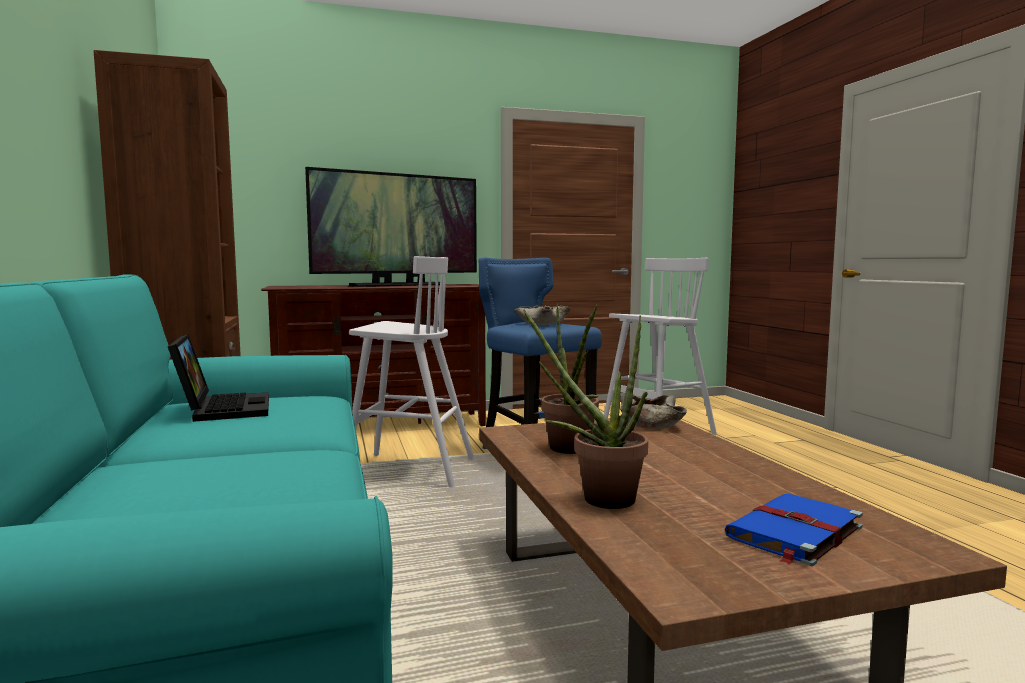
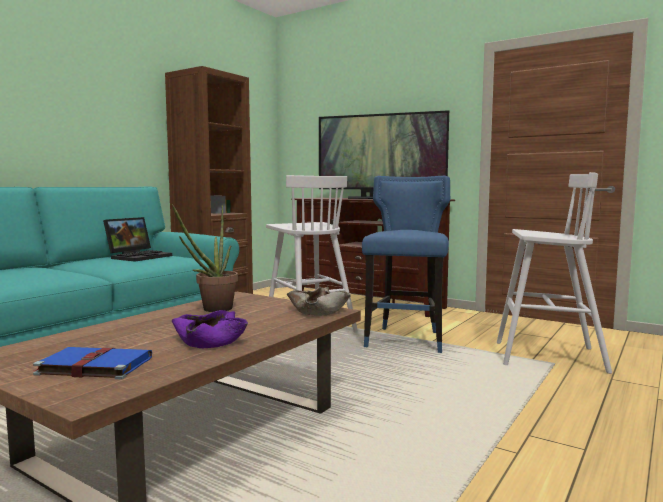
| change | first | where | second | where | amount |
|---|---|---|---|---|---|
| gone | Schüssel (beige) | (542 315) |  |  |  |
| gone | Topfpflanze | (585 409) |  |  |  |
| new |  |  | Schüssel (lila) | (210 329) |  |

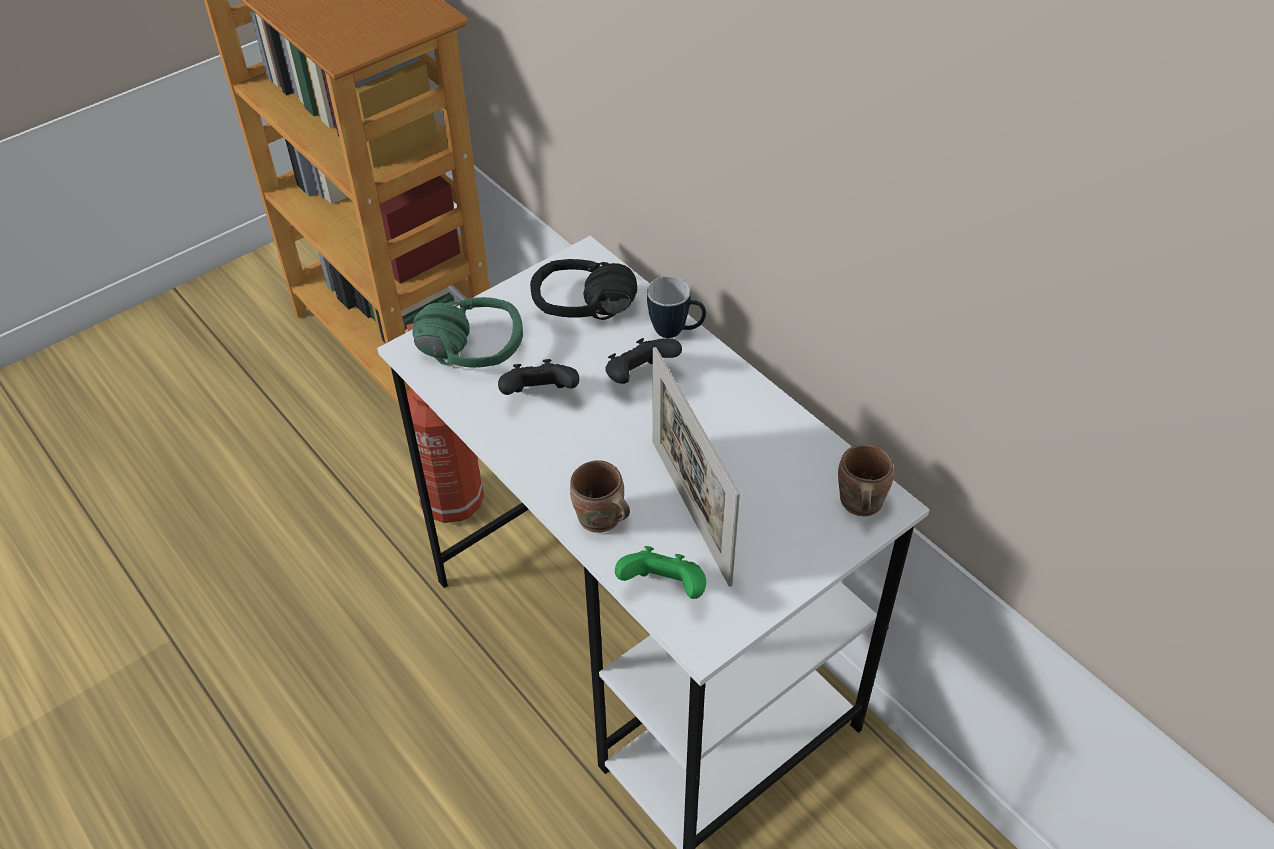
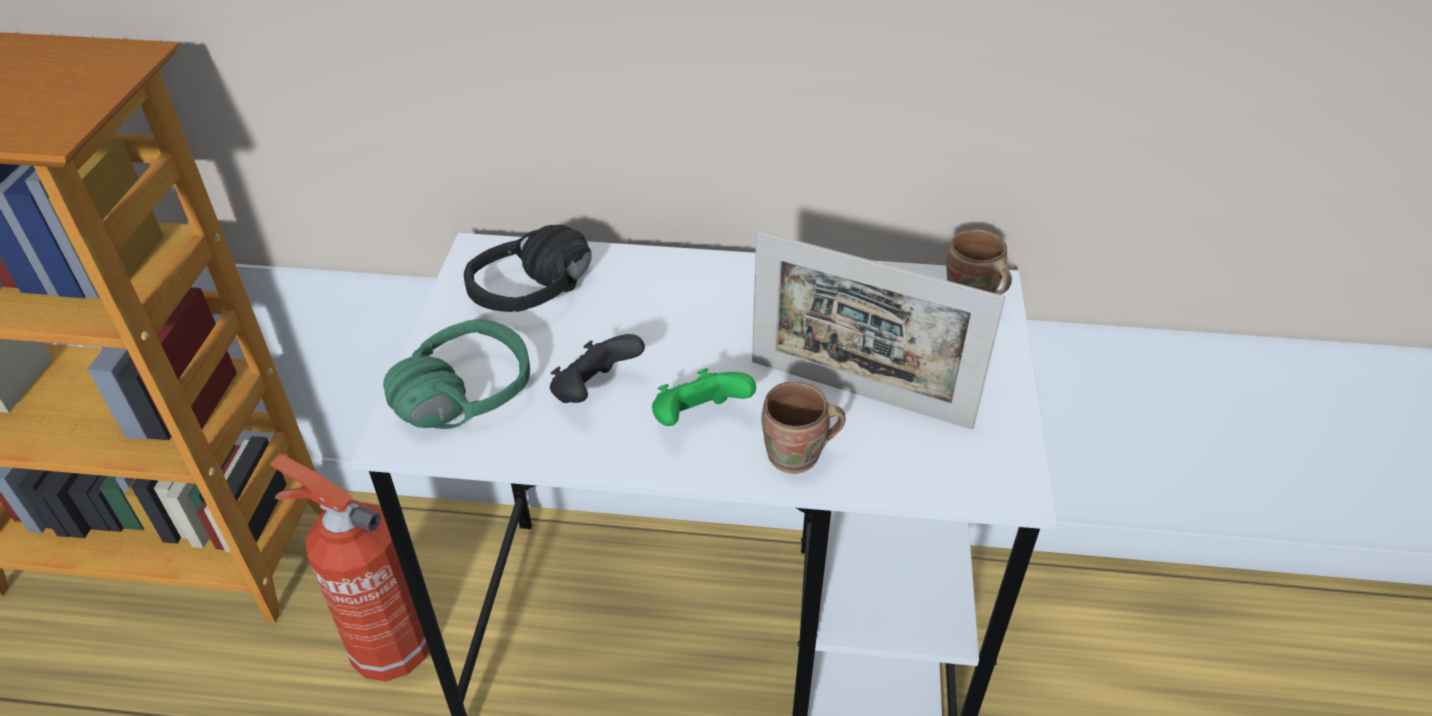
| change | first | where | second | where | amount |
|---|---|---|---|---|---|
| gone | Henkelbecher | (676 307) |  |  |  |
| gone | Gamepad (schwarz) | (643 361) |  |  |  |
| shifted | Gamepad (grün) | (660 572) |  | (704 397) |  |

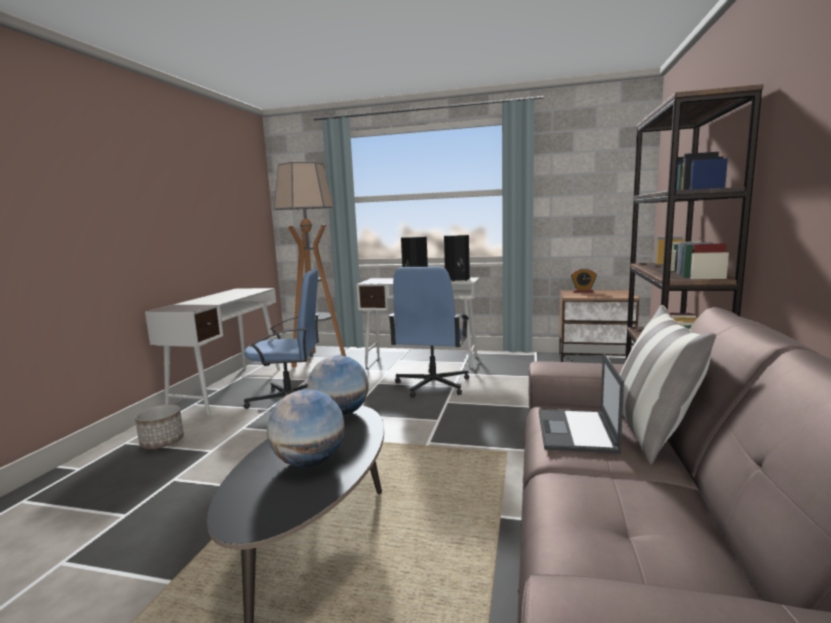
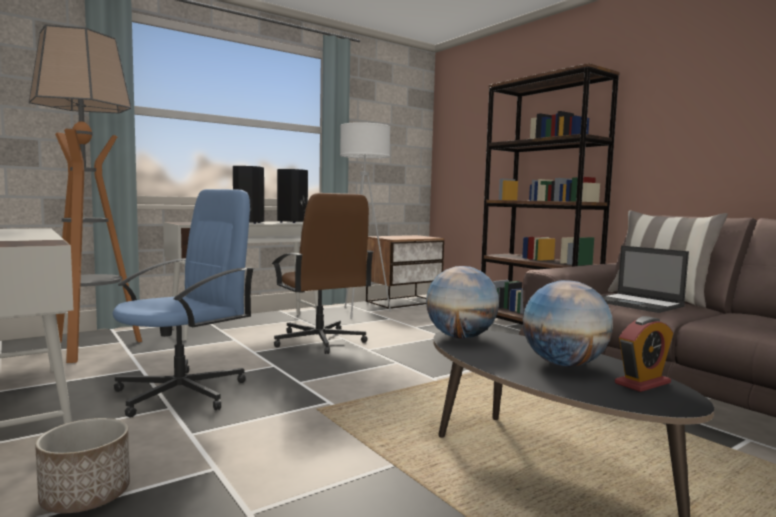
| change | first | where | second | where | amount |
|---|---|---|---|---|---|
| repainted | Bürostuhl (blau) | (429 332) | Bürostuhl (braun) | (322 273) |  |
| shifted | Wecker | (584 280) |  | (644 354) |  |
| new |  |  | Stehlampe (weiß) | (365 220) |  |

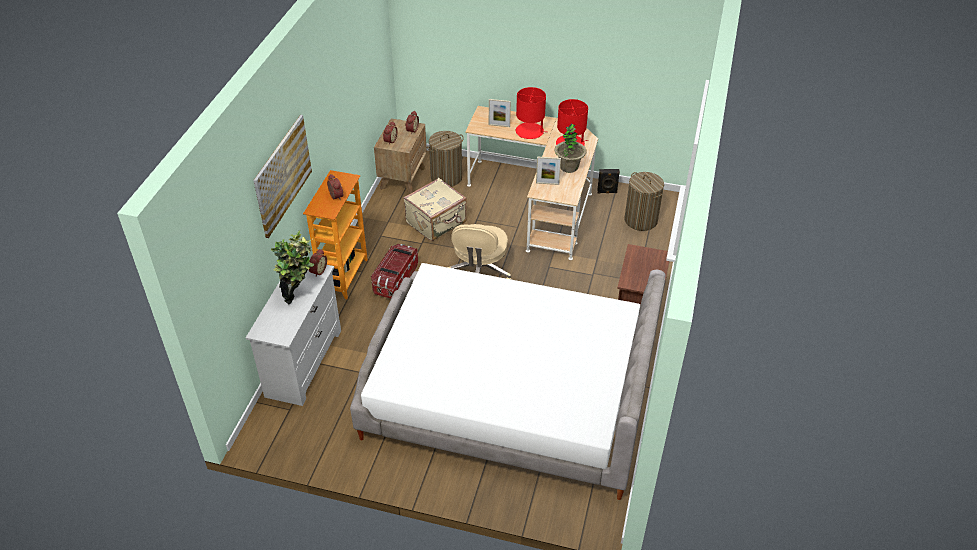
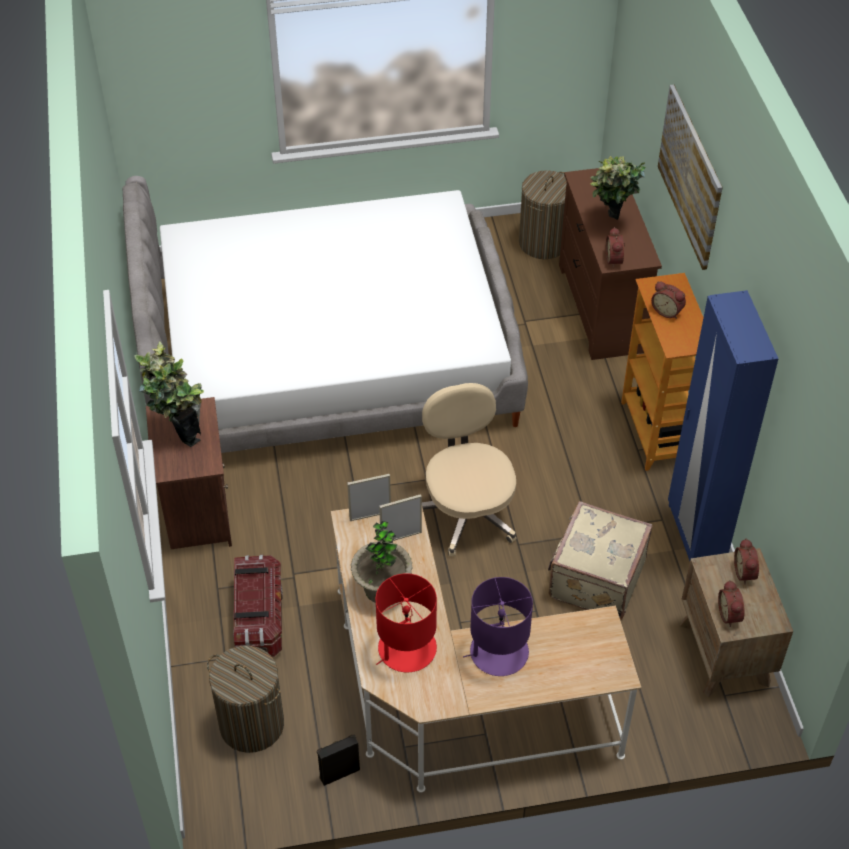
| change | first | where | second | where | amount |
|---|---|---|---|---|---|
| repainted | Tischlampe (rot) | (531 113) | Tischlampe (lila) | (498 626) |  |
| shifted | Bilderrahmen | (500 113) |  | (369 497) |  |
| shifted | Wäschekorb | (445 159) |  | (543 214) |  |
| shifted | Aufbewahrungsbox | (394 271) |  | (258 605) |  |
| repainted | Kommode (weiß) | (293 335) | Kommode (braun) | (610 264) |  |
| new |  |  | Kleiderschrank (blau) | (723 425) |  |
| new |  |  | Topfpflanze | (169 394) |  |

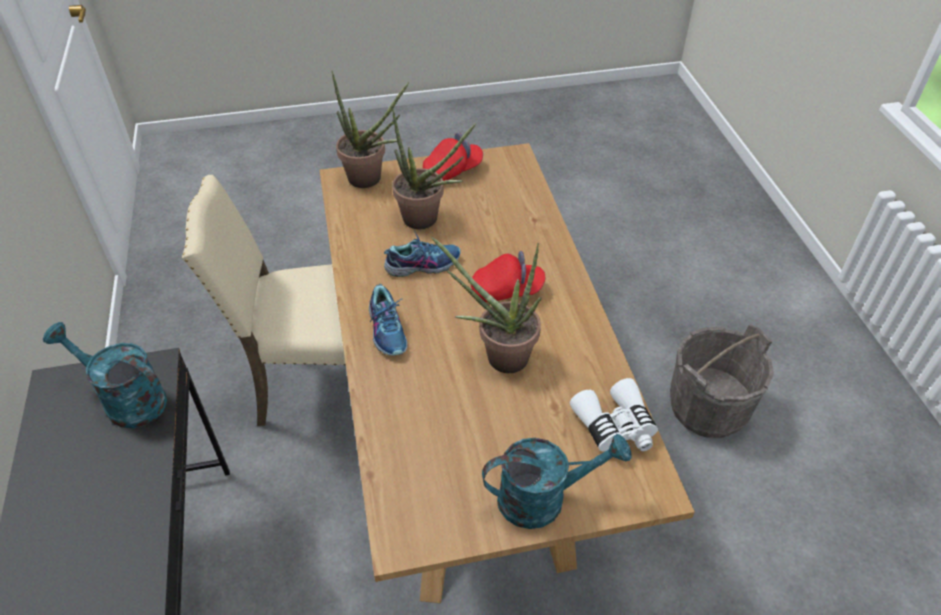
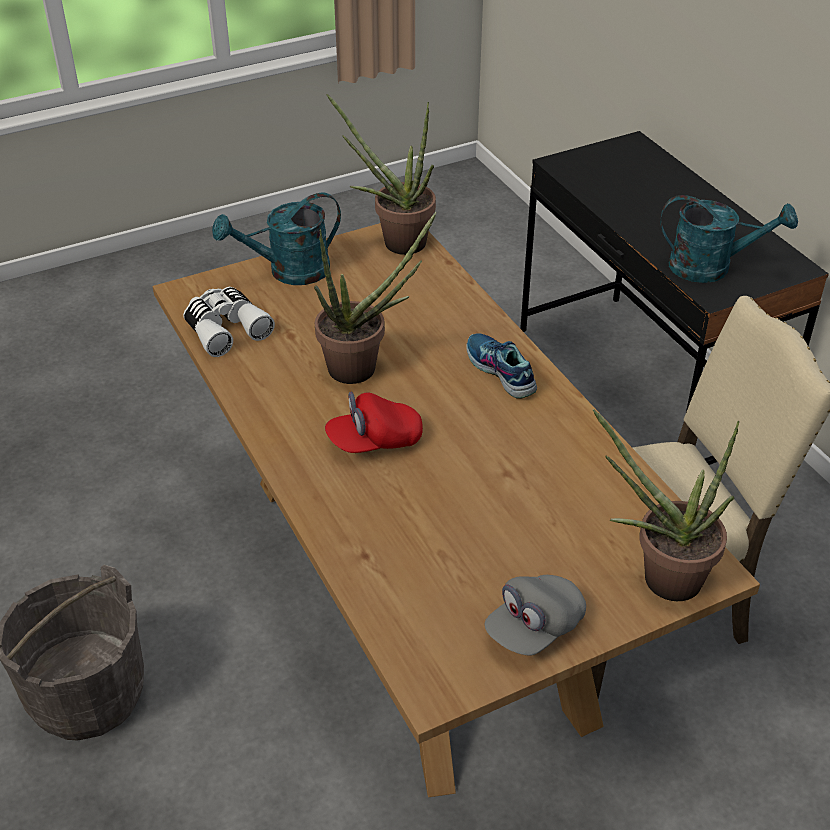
| change | first | where | second | where | amount |
|---|---|---|---|---|---|
| shifted | Topfpflanze | (434 169) |  | (381 174) |  |
| repainted | Kappe (rot) | (453 156) | Kappe (grau) | (535 615) |  |
| gone | Schuh | (422 253) |  |  |  |

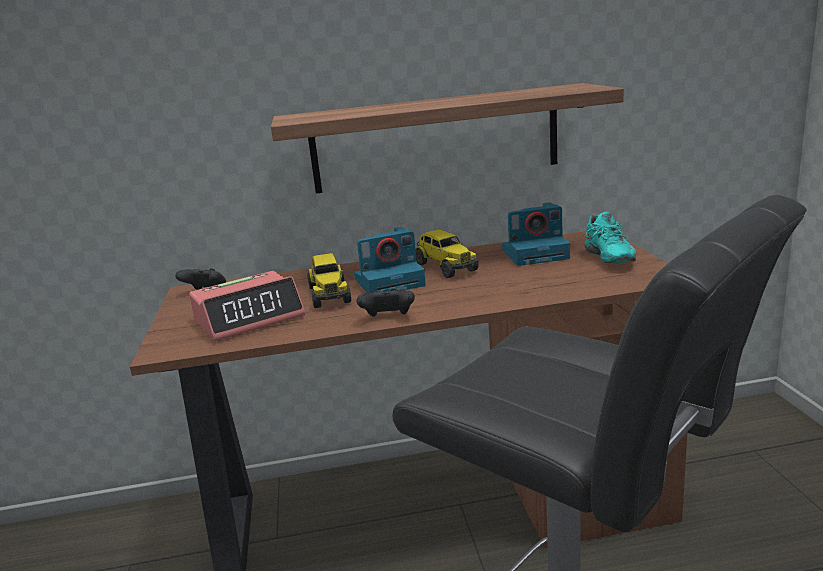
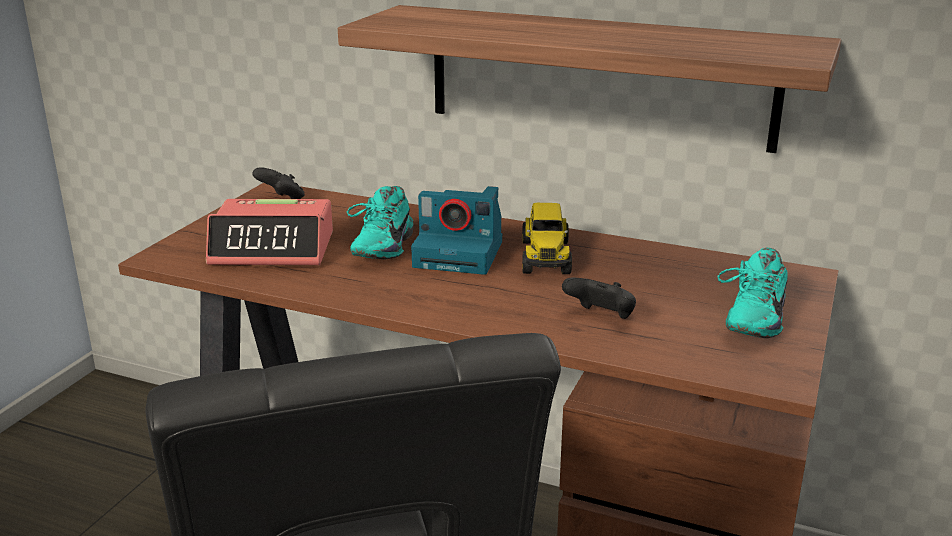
| change | first | where | second | where | amount |
|---|---|---|---|---|---|
| gone | Kamera | (535 234) |  |  |  |
| swapped | Spielzeuglaster | (329 280) | Schuh (türkis) | (380 223) |  |
| shifted | Gamepad (schwarz) | (386 302) |  | (599 298) |  |

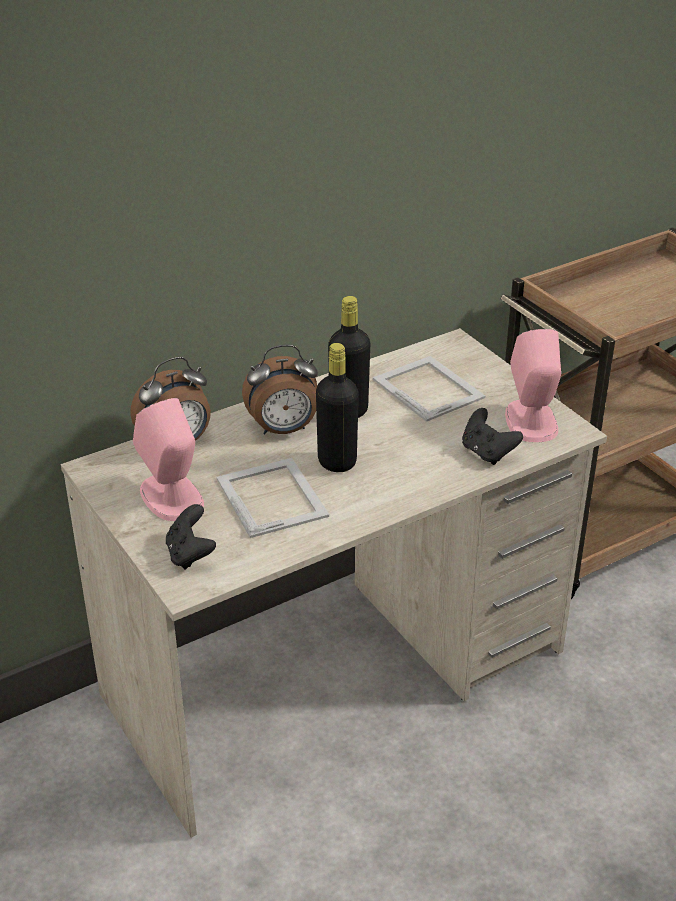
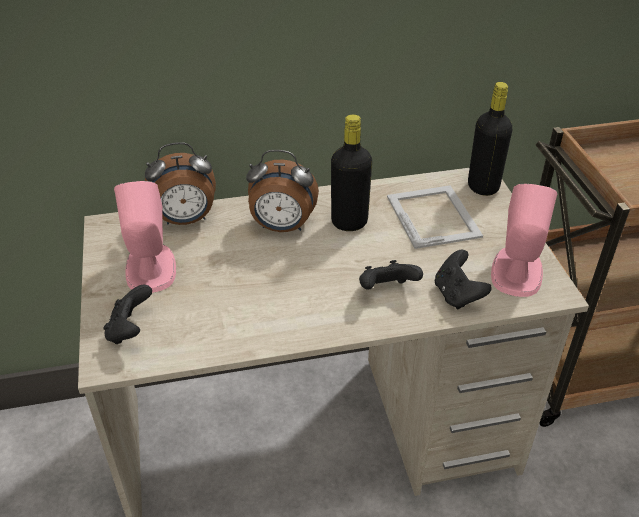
| change | first | where | second | where | amount |
|---|---|---|---|---|---|
| shifted | Flasche (schwarz) | (337 407) |  | (490 139) |  |
| gone | Bilderrahmen | (272 498) |  |  |  |
| new |  |  | Gamepad (schwarz) | (391 275) |  |

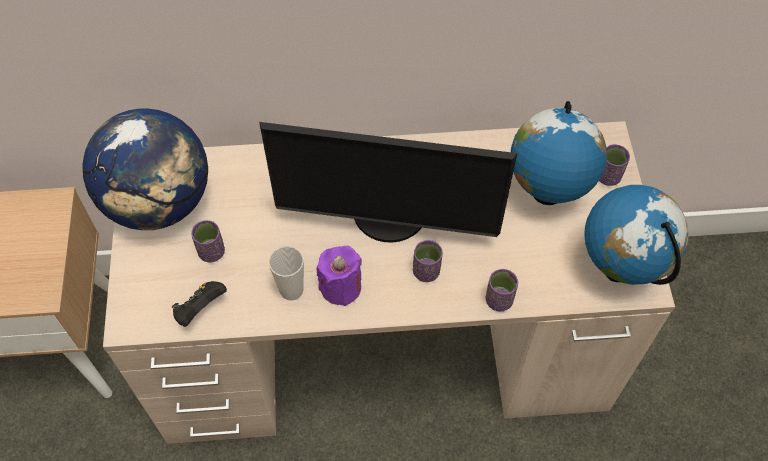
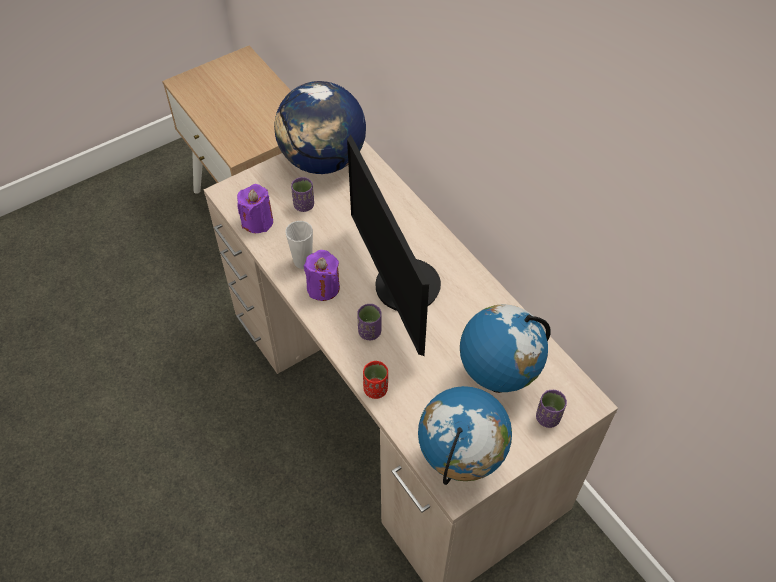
| change | first | where | second | where | amount |
|---|---|---|---|---|---|
| repainted | Tasse (lila) | (501 290) | Tasse (rot) | (375 380) |  |
| swapped | Gamepad (schwarz) | (199 304) | Kerze (lila) | (255 208) |  |

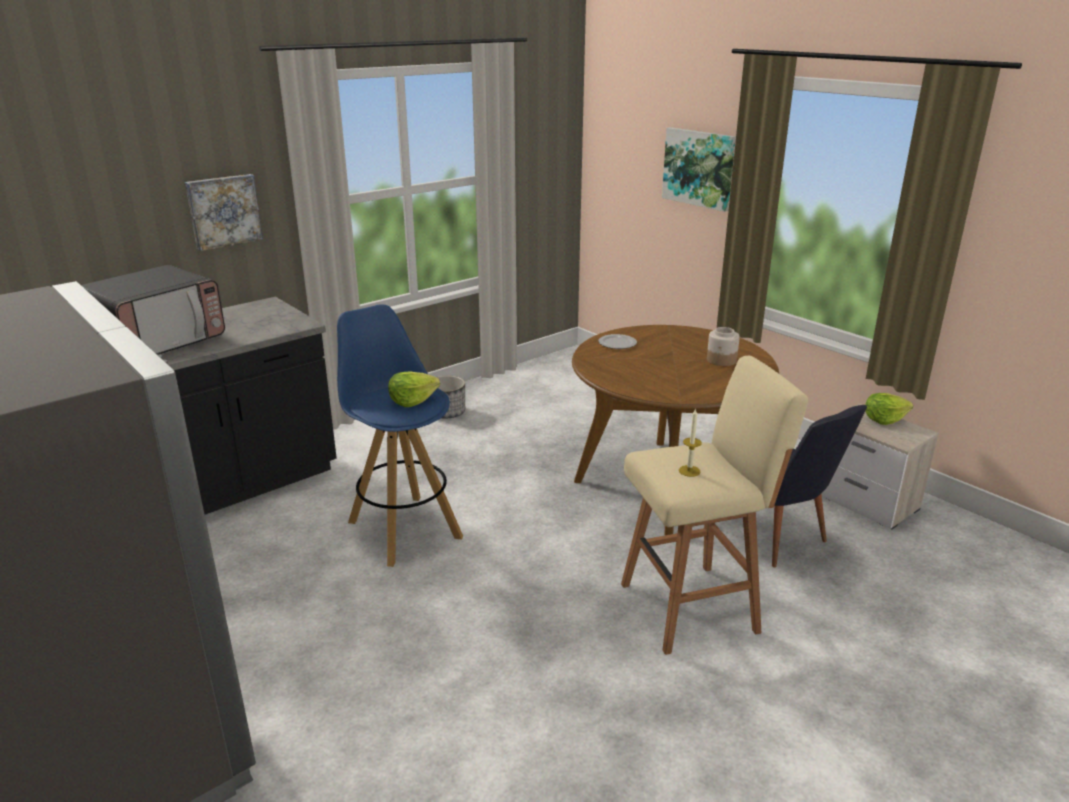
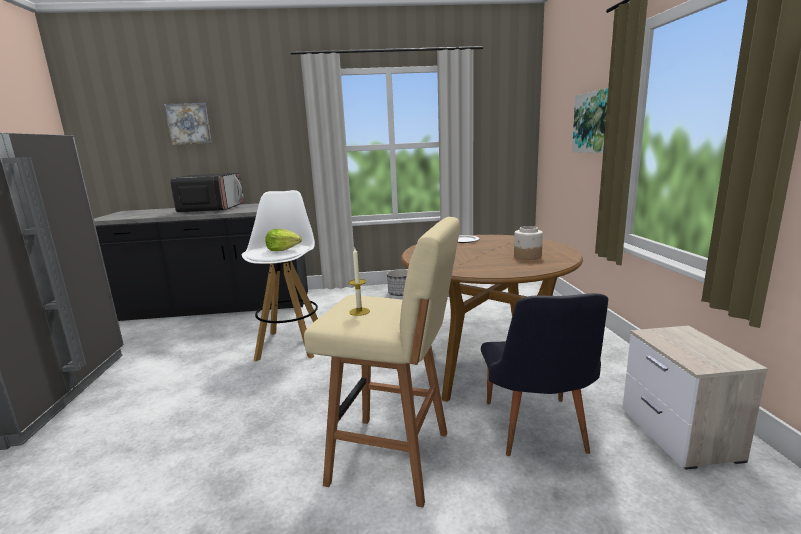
| change | first | where | second | where | amount |
|---|---|---|---|---|---|
| shifted | Bild | (224 212) |  | (188 124) |  |
| rotated | Mikrowelle | (153 310) |  | (207 193) | 75 degrees counterclockwise |
| repainted | Hocker (blau) | (400 435) | Hocker (weiß) | (280 276) |  |
| gone | Salatkopf | (889 409) |  |  |  |

